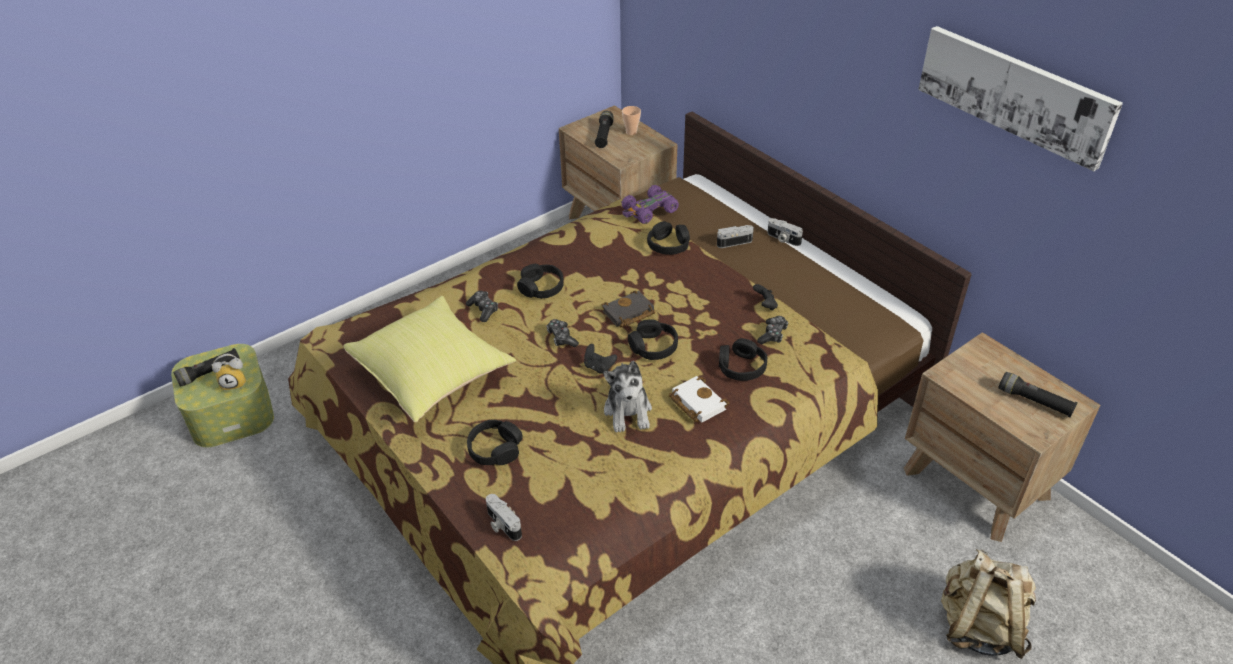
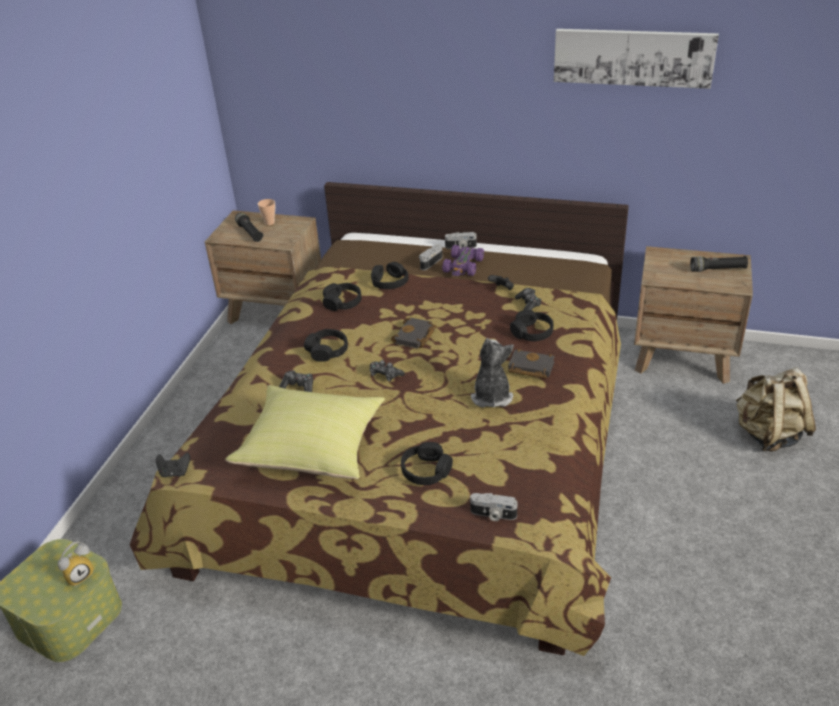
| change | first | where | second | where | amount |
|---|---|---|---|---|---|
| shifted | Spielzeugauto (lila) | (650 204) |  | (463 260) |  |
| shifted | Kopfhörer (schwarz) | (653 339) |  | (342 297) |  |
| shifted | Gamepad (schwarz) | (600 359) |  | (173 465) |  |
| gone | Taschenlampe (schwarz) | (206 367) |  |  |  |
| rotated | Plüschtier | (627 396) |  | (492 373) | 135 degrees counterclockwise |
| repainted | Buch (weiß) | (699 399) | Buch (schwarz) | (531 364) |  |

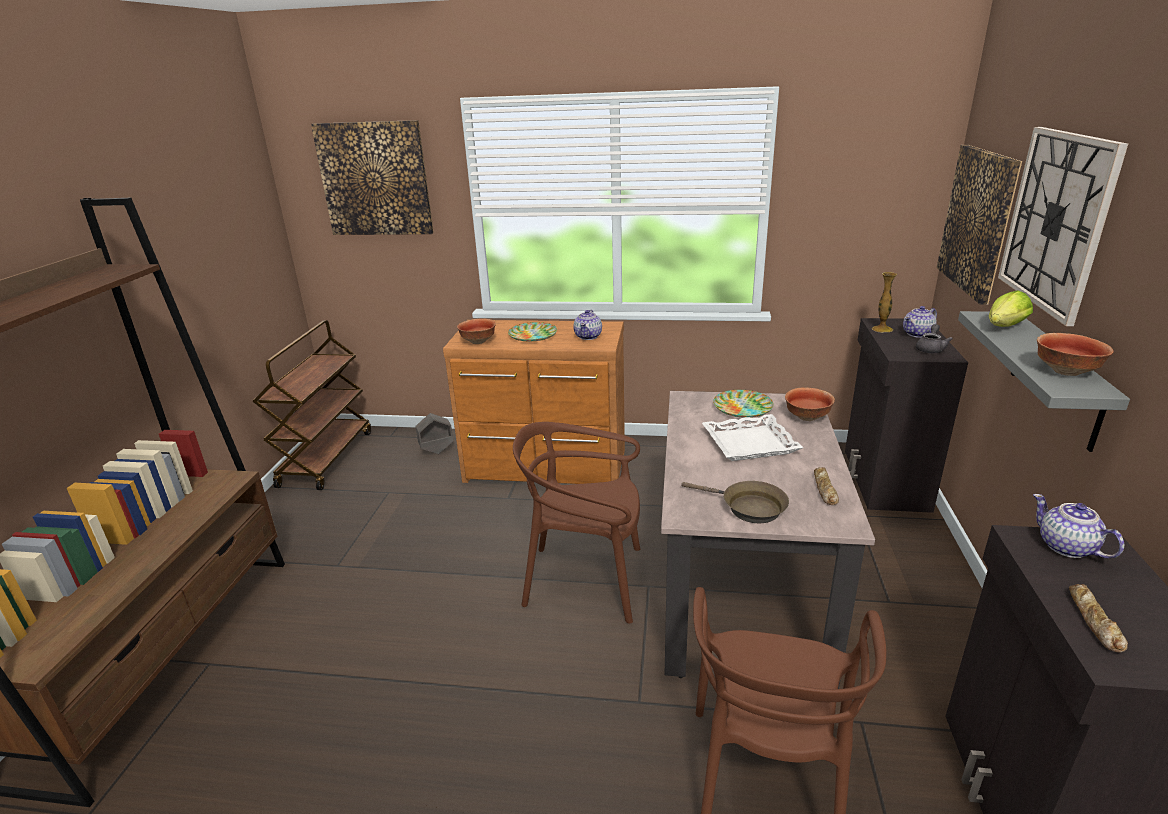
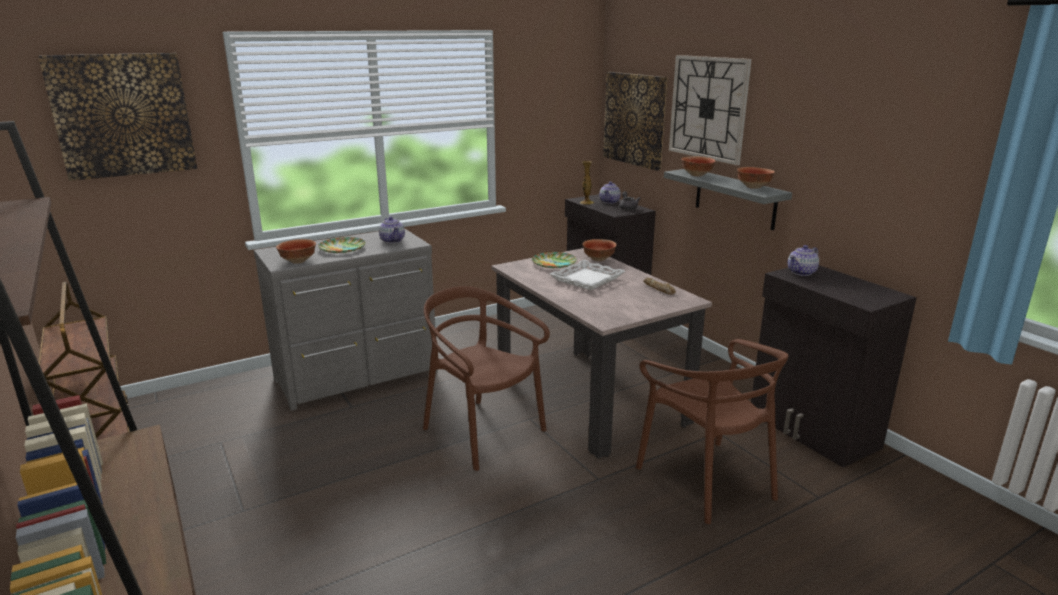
| change | first | where | second | where | amount |
|---|---|---|---|---|---|
| swapped | Salatkopf | (1011 308) | Schüssel | (698 166) |  |
| repainted | Kommode (braun) | (534 402) | Kommode (grau) | (346 319) |  |
| gone | Pflanzkübel (grau) | (434 433) |  |  |  |
| rotated | Stuhl (braun) | (576 523) |  | (486 378) | 75 degrees clockwise |
| gone | Pfanne (braun) | (735 502) |  |  |  |
| rotated | Teekanne | (1078 526) |  | (803 260) | 60 degrees counterclockwise |
| gone | Brot | (1098 618) |  |  |  |

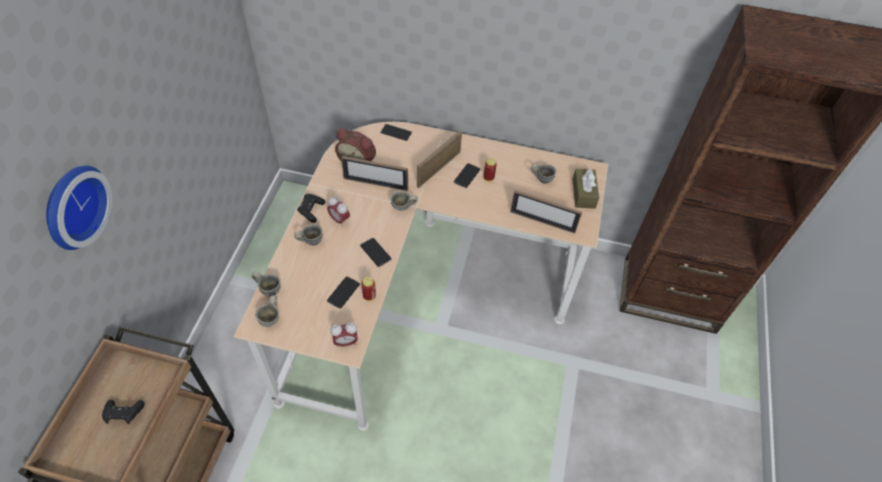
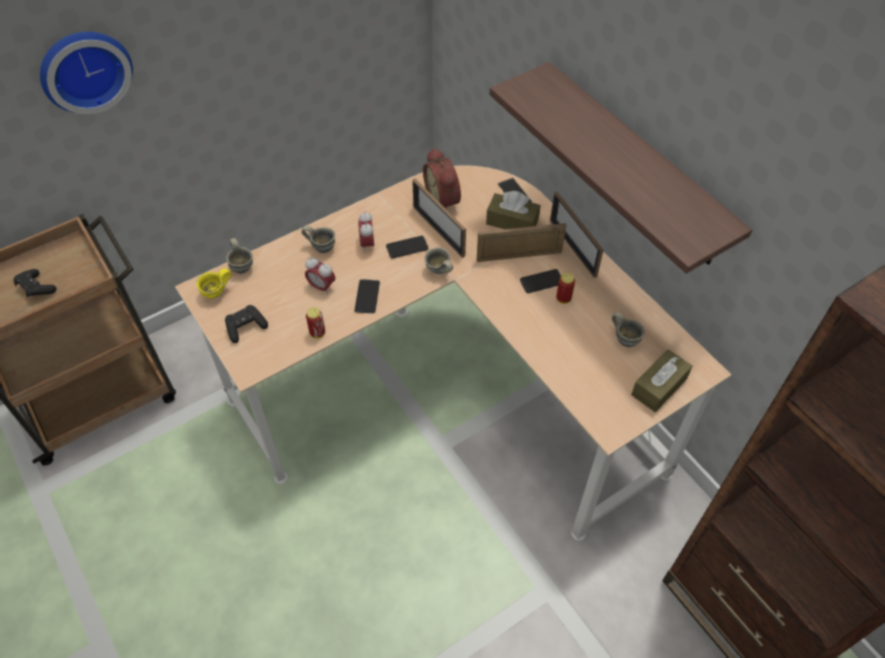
| change | first | where | second | where | amount |
|---|---|---|---|---|---|
| shifted | Bilderrahmen | (546 212) |  | (577 235) |  |
| shifted | Gamepad (schwarz) | (311 208) |  | (246 324) |  |
| shifted | Handy | (343 292) |  | (407 247) |  |
| repainted | Henkelbecher (grau) | (267 311) | Henkelbecher (gelb) | (213 283) |  |
| shifted | Wecker | (344 335) |  | (320 275) |  |
| new |  |  | Wandregal | (620 168) |  |
| new |  |  | Taschentuchbox (braun) | (513 210) |  |

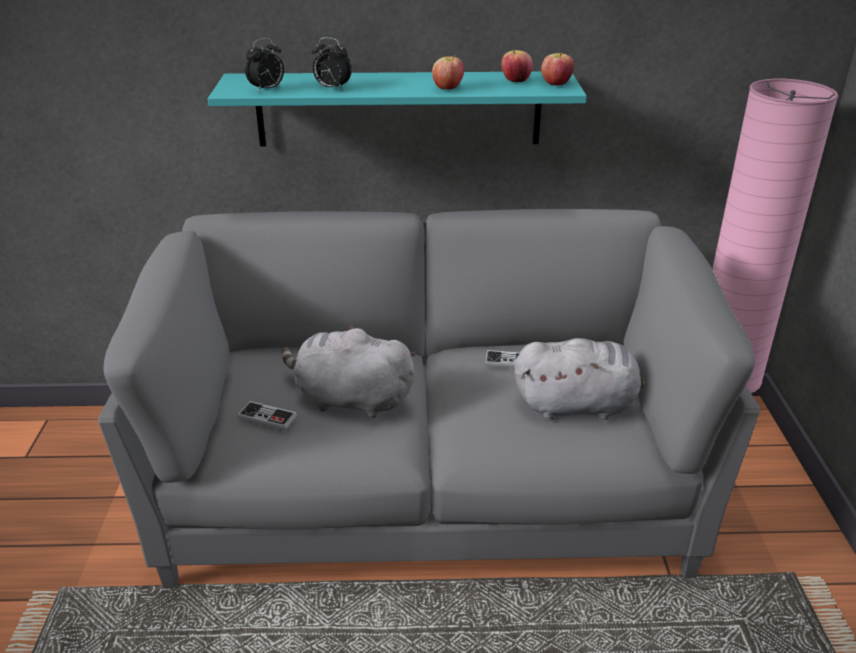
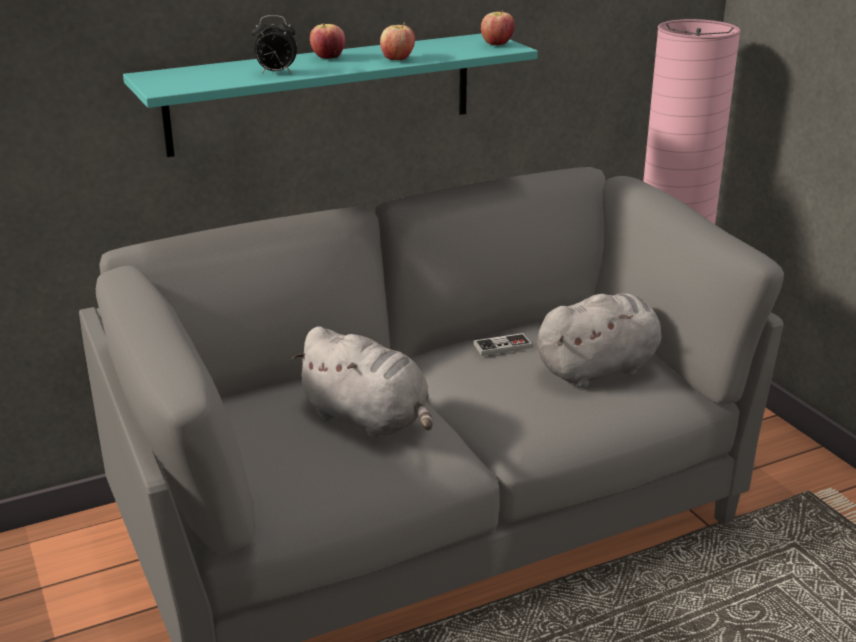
| change | first | where | second | where | amount |
|---|---|---|---|---|---|
| gone | Wecker | (264 65) |  |  |  |
| shifted | Apfel | (517 66) |  | (327 41) |  |
| rotated | Plüschtier (grau) | (349 371) |  | (362 382) | 135 degrees counterclockwise |
| gone | Gamepad | (267 415) |  |  |  |

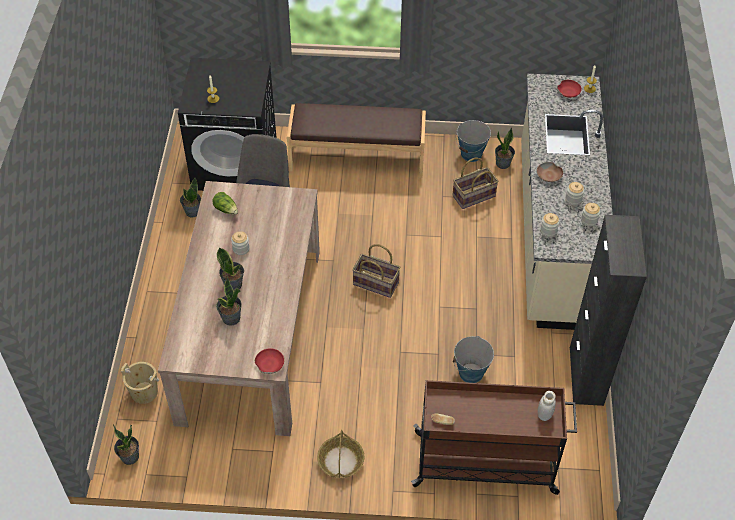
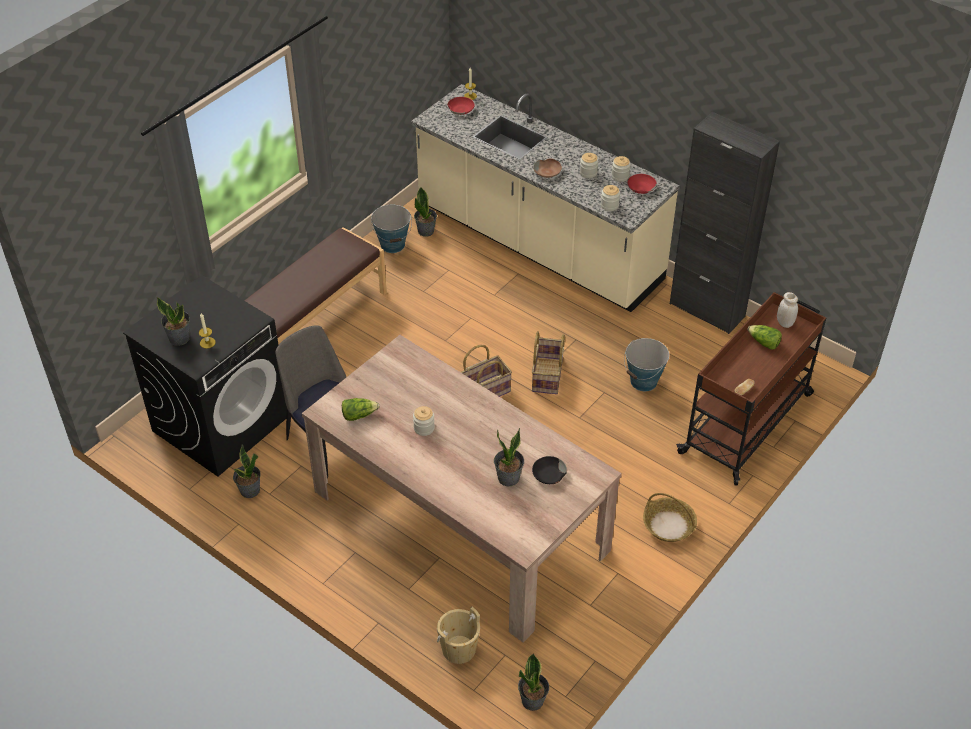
| change | first | where | second | where | amount |
|---|---|---|---|---|---|
| shifted | Korb | (476 183) |  | (548 362) |  |
| shifted | Topfpflanze | (230 268) |  | (173 321) |  |
| shifted | Schüssel (rot) | (269 361) |  | (642 184) |  |
| new |  |  | Salatkopf | (764 337) |  |
| new |  |  | Schüssel (schwarz) | (549 470) |  |

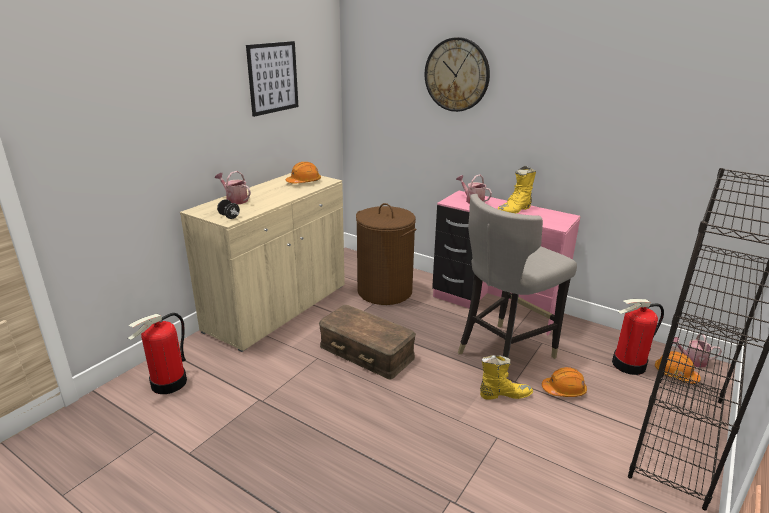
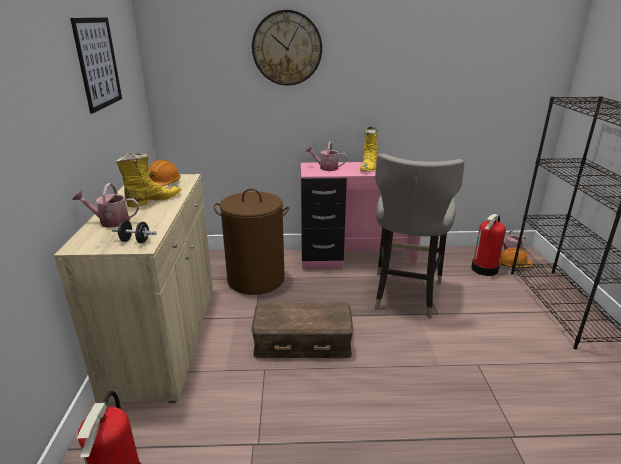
| change | first | where | second | where | amount |
|---|---|---|---|---|---|
| shifted | Stiefel (gelb) | (506 377) |  | (149 180) |  |
| gone | Schutzhelm (orange) | (564 382) |  |  |  |

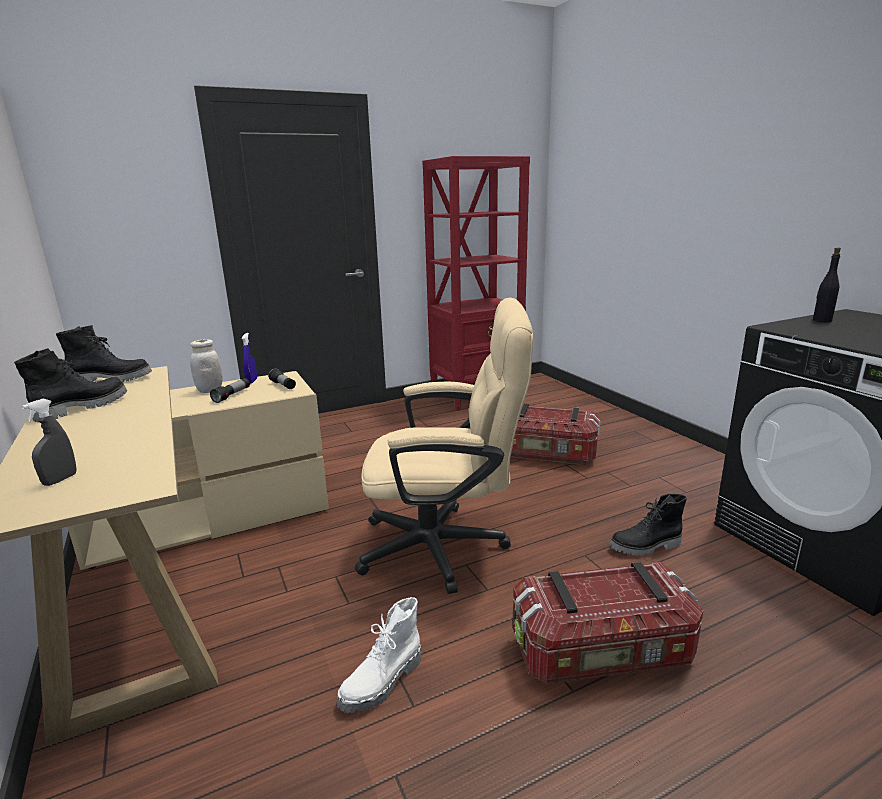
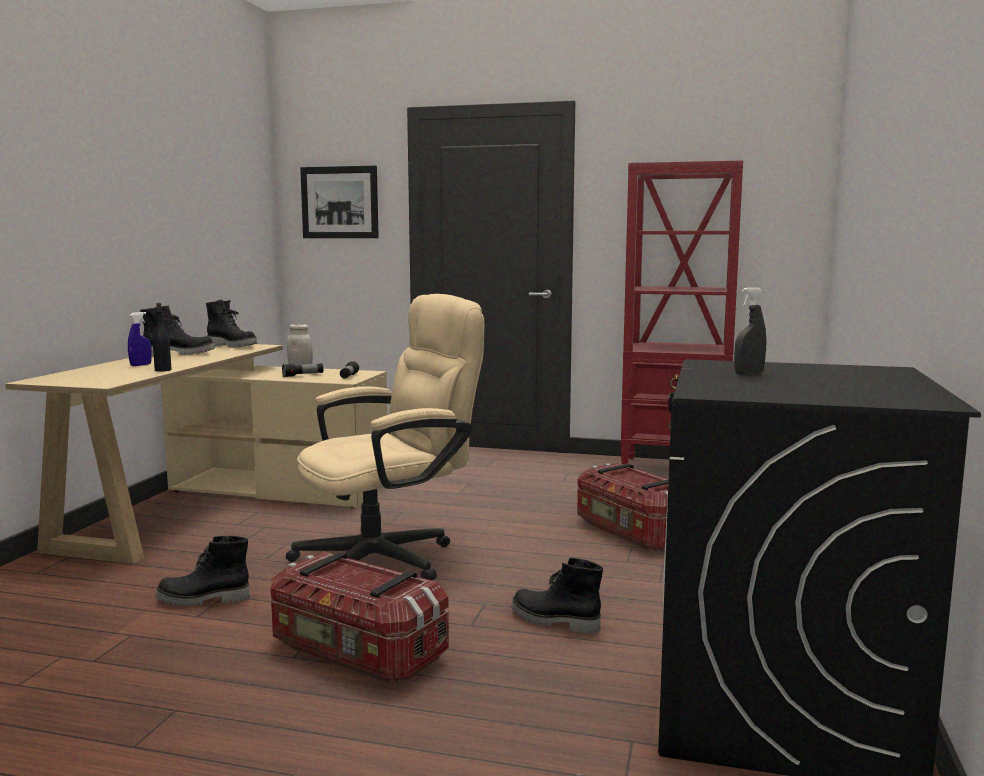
| change | first | where | second | where | amount |
|---|---|---|---|---|---|
| shifted | Flasche (schwarz) | (827 285) |  | (162 337) |  |
| rotated | Bürostuhl (beige) | (444 446) |  | (385 437) | 75 degrees counterclockwise |
| shifted | Sprühflasche (blau) | (249 358) |  | (140 339) |  |
| shifted | Sprühflasche (grau) | (49 442) |  | (750 331) |  |
| repainted | Stiefel (weiß) | (379 655) | Stiefel (schwarz) | (202 571) |  |
| new |  |  | Bild | (339 202) |  |

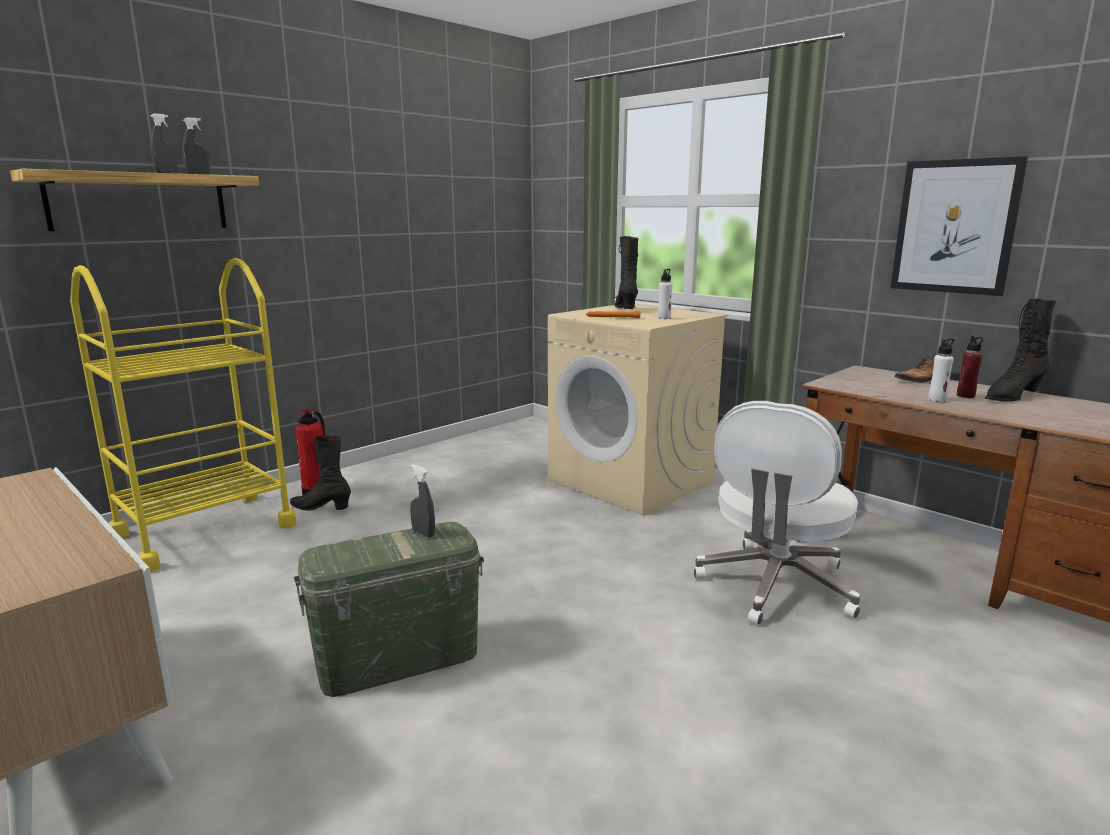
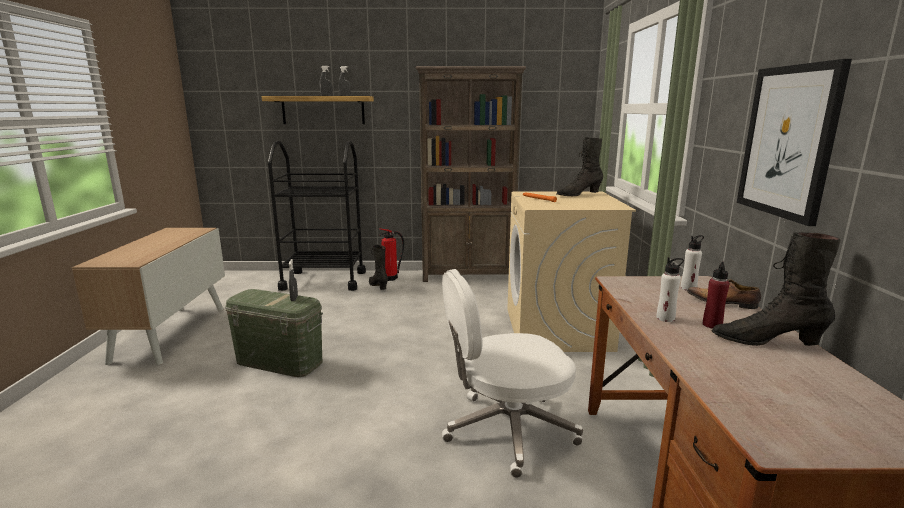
| change | first | where | second | where | amount |
|---|---|---|---|---|---|
| rotated | Stiefel (schwarz) | (626 272) |  | (579 166) | 150 degrees counterclockwise |
| repainted | Rollwagen (gelb) | (183 415) | Rollwagen (schwarz) | (317 216) |  |
| shifted | Flasche (weiß) | (665 294) |  | (692 263) |  |
| new |  |  | Bücherregal (braun) | (471 174) |  |

